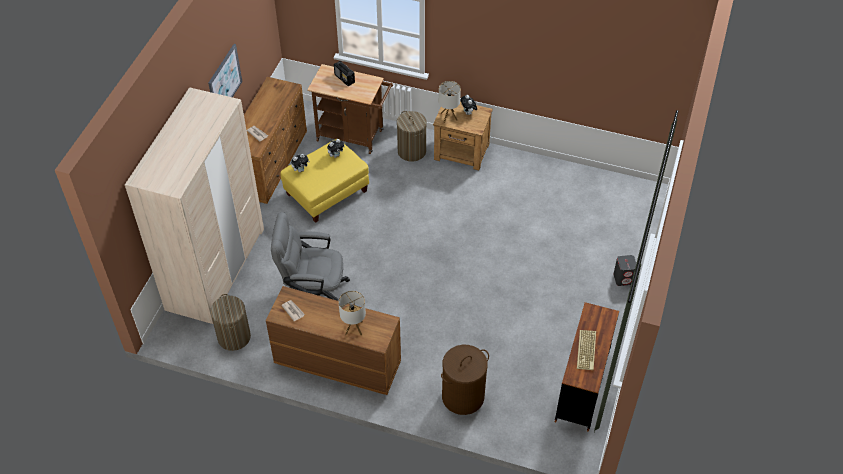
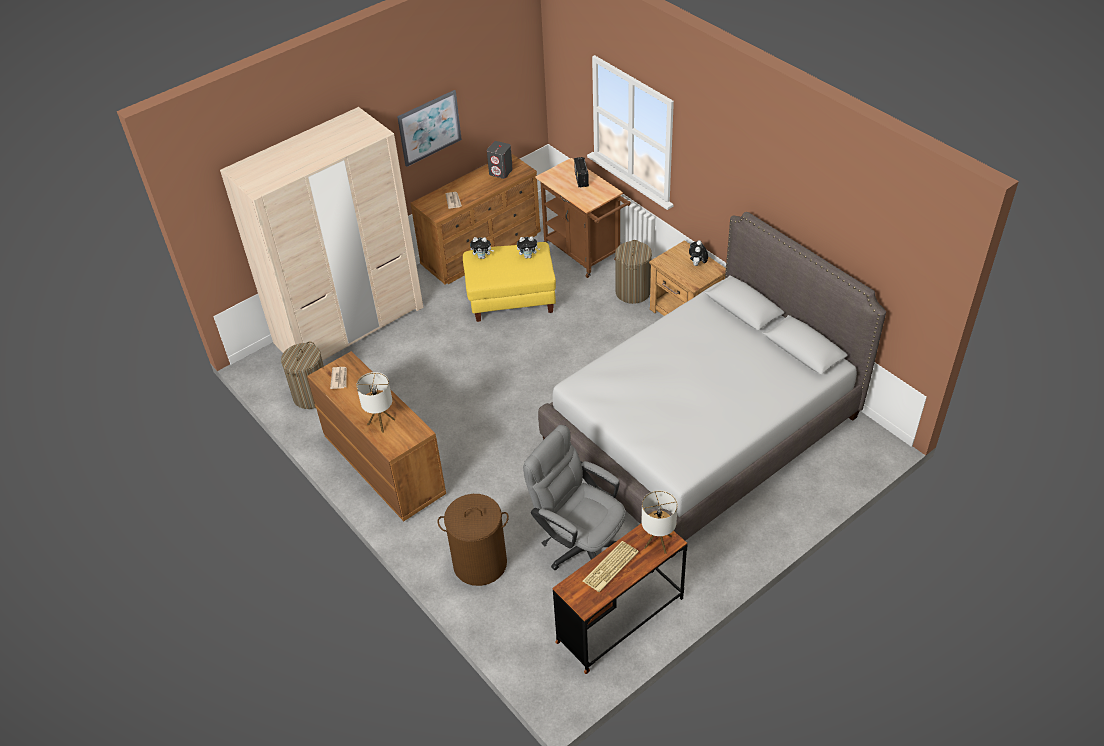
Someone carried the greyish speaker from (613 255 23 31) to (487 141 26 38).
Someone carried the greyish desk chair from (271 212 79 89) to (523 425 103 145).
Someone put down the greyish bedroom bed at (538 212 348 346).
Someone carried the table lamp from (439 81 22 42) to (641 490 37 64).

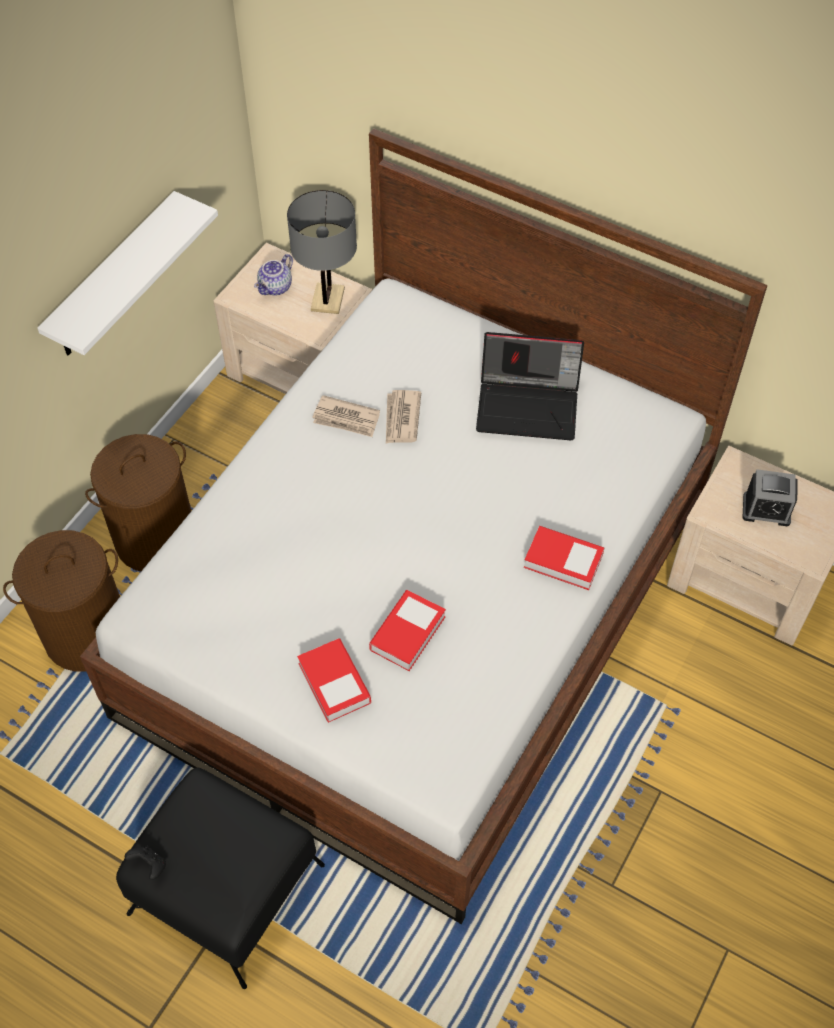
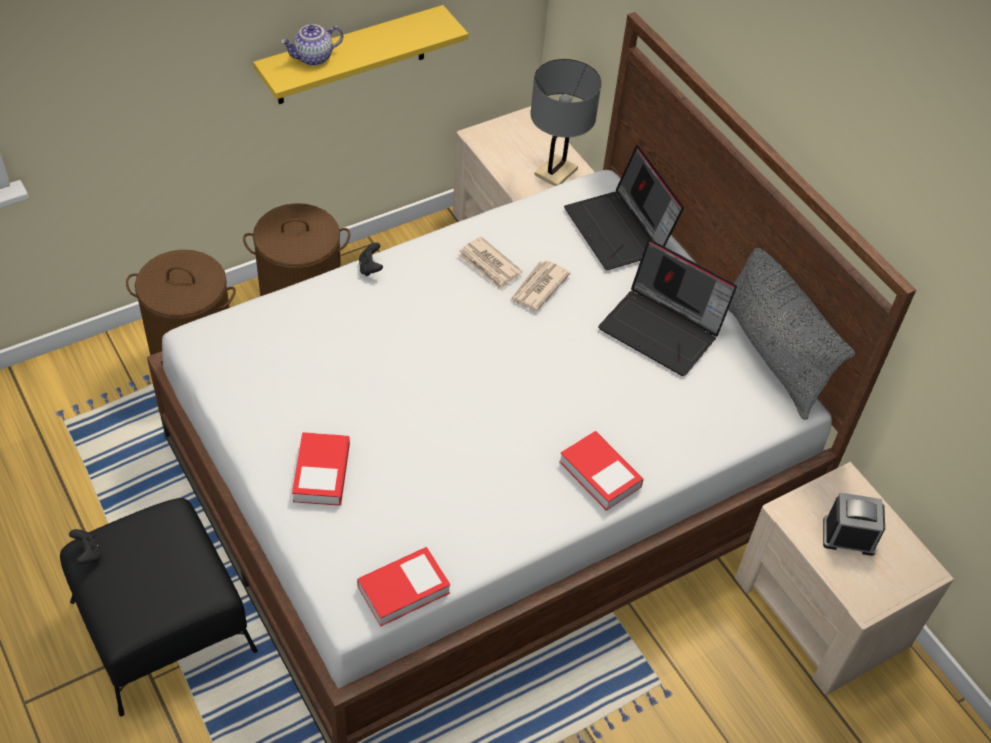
Someone repainted the white shelf at (37 191 181 164), which became the yellow-coloured shelf at (253 5 215 99).
Someone carried the tea pot from (254 254 39 42) to (281 24 62 42).
Someone carried the volume from (369 590 77 81) to (357 547 94 79).
Someone put down the black joypad at (359 242 24 34).
Someone put down the notebook computer at (564 145 120 125).
Someone put down the greyish cushion at (728 248 127 172).
Someone rotated the bedside clock at (743 469 55 57) by 150 degrees clockwise.

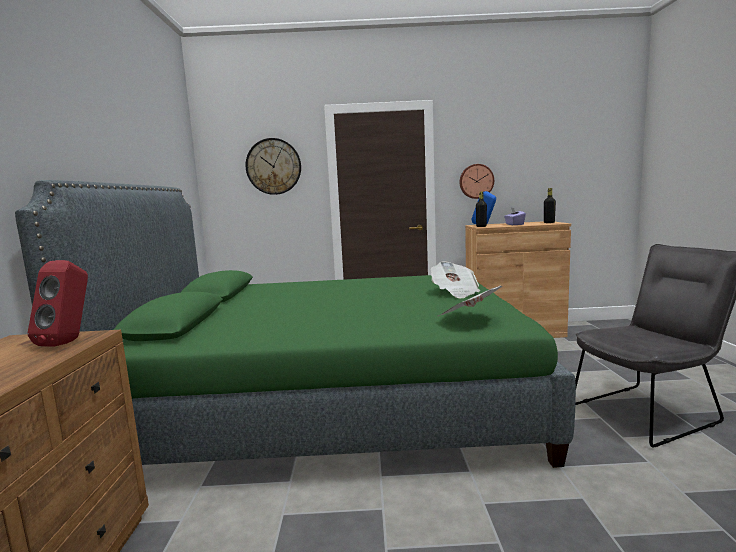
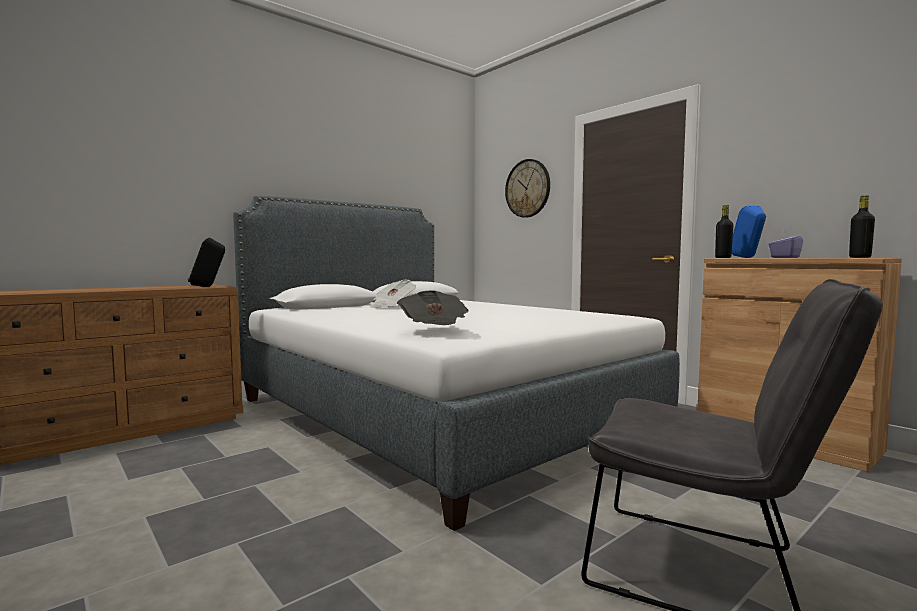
Someone repainted the reddish speaker at (28 260 60 87), which became the black speaker at (188 238 37 49).
Someone repainted the green bedroom bed at (15 180 561 288), which became the white bedroom bed at (233 196 447 335).
Someone carried the daily paper from (431 261 49 37) to (370 280 46 28).
Someone took away the wall clock at (459 164 35 35).

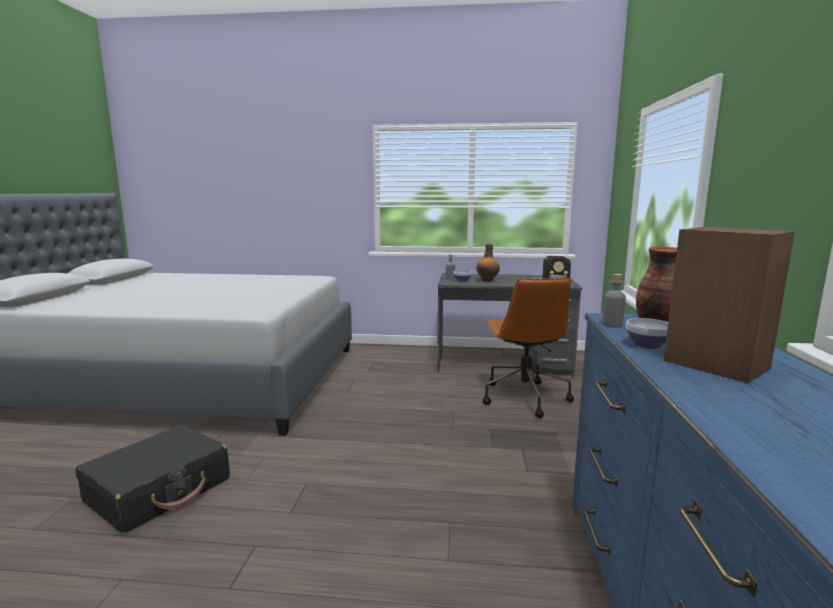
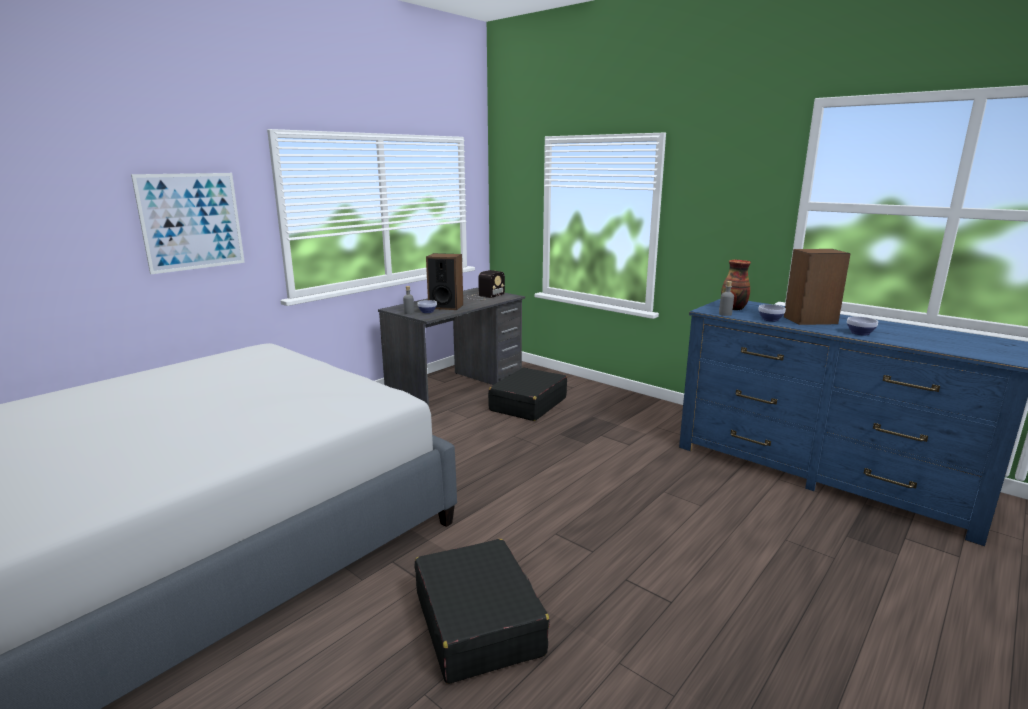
Someone put up the wall art at (131 173 114 101).
Someone swapped the drink bottle at (476 244 24 38) for the speaker at (426 253 37 57).
Someone swapped the brown desk chair at (483 278 91 140) for the black piece of luggage at (488 367 79 54).
Someone put down the bowl at (847 316 31 19).

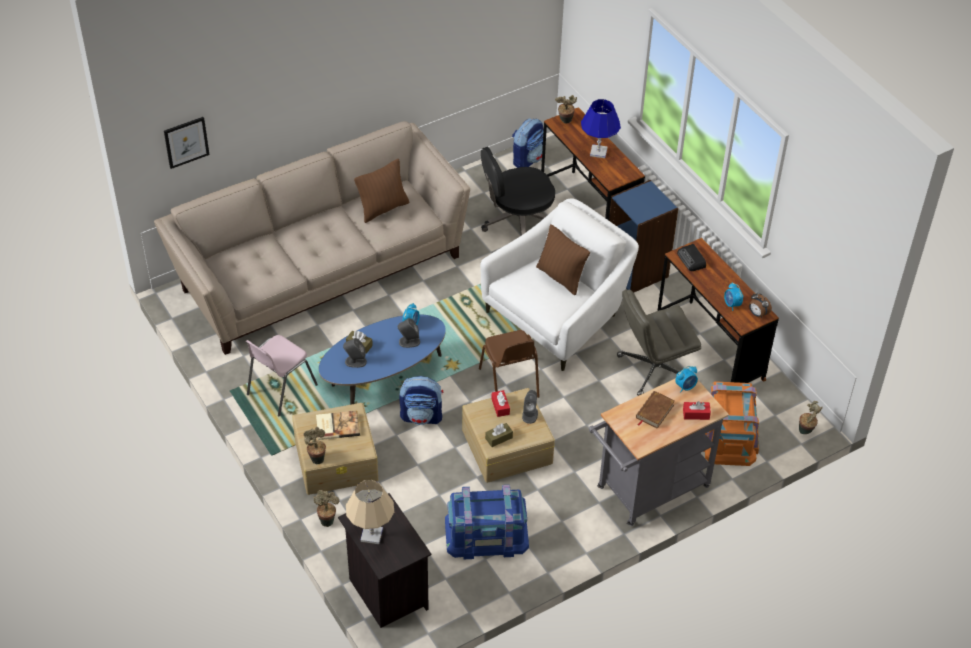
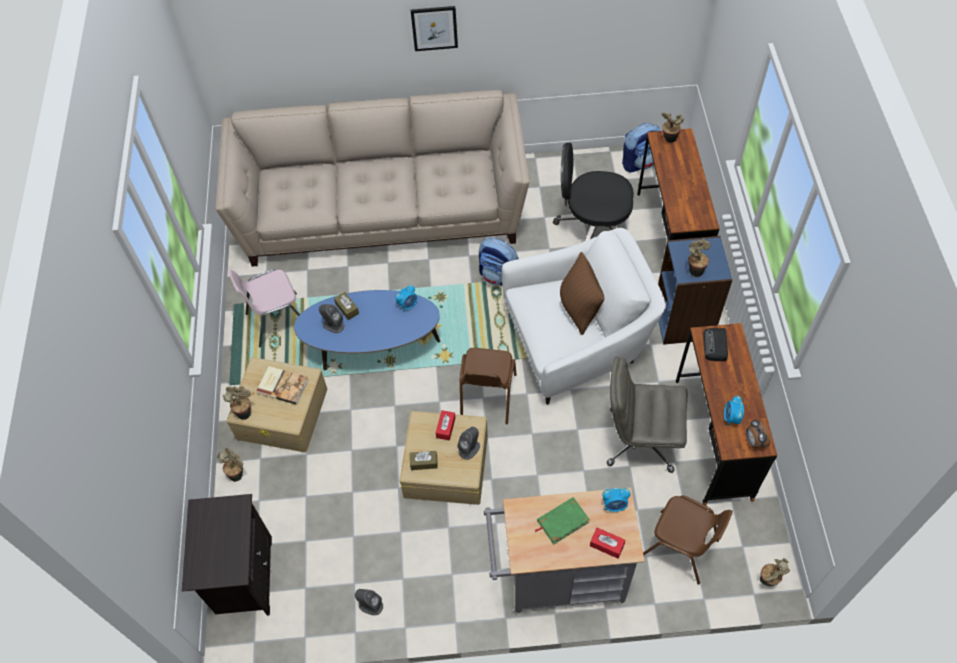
Someone carried the greyish speaker from (398 318 22 30) to (355 589 28 26).
Someone carried the wall art from (164 117 45 52) to (411 6 47 45).
Someone carried the knapsack from (399 376 44 49) to (479 238 40 48).
Someone repainted the brown volume at (636 391 39 38), which became the green volume at (534 497 56 48).
Someone swapped the orange storage container at (703 381 56 85) for the brown chair at (643 495 90 89).
Someone put down the plant in a pot at (688 238 23 39).
Someone took away the beige-coloured table lamp at (346 480 48 64).
Someone took away the brown cushion at (354 159 55 64).
Someone took away the blue storage container at (445 485 84 74).
Someone took away the blue table lamp at (581 99 40 59).

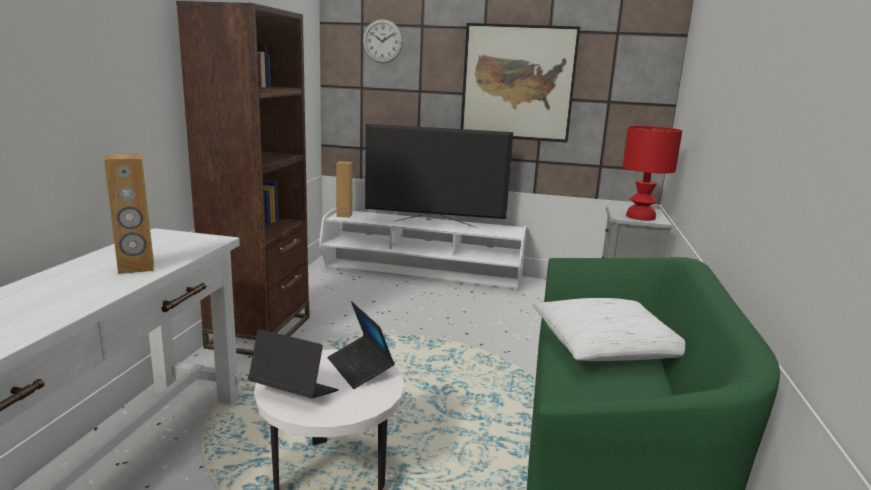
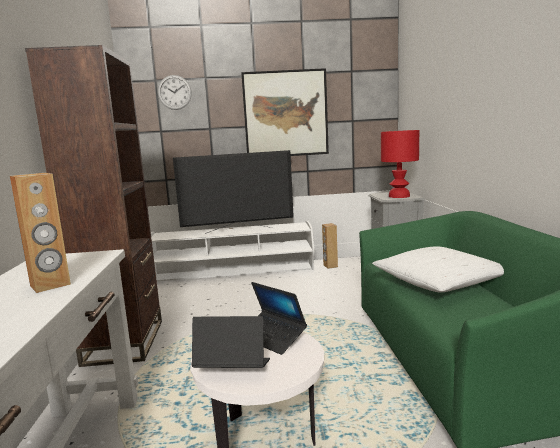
Someone carried the brown speaker from (336 161 17 56) to (322 223 16 46).

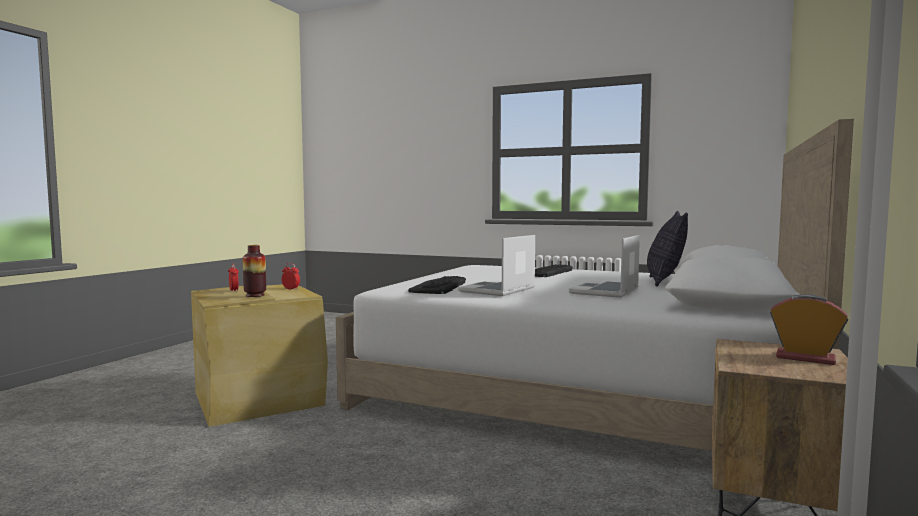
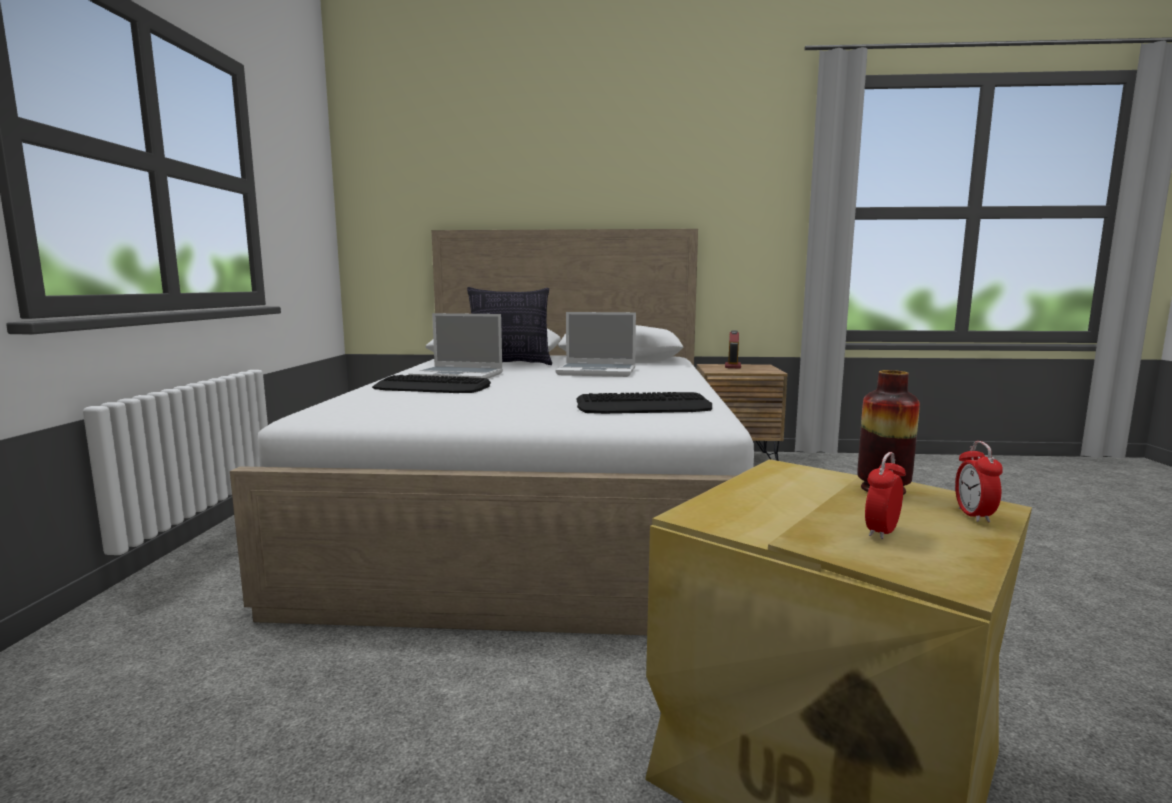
Someone carried the notebook computer from (458 235 77 61) to (408 313 95 66).
Someone carried the bedside clock from (282 263 18 27) to (955 441 48 81).

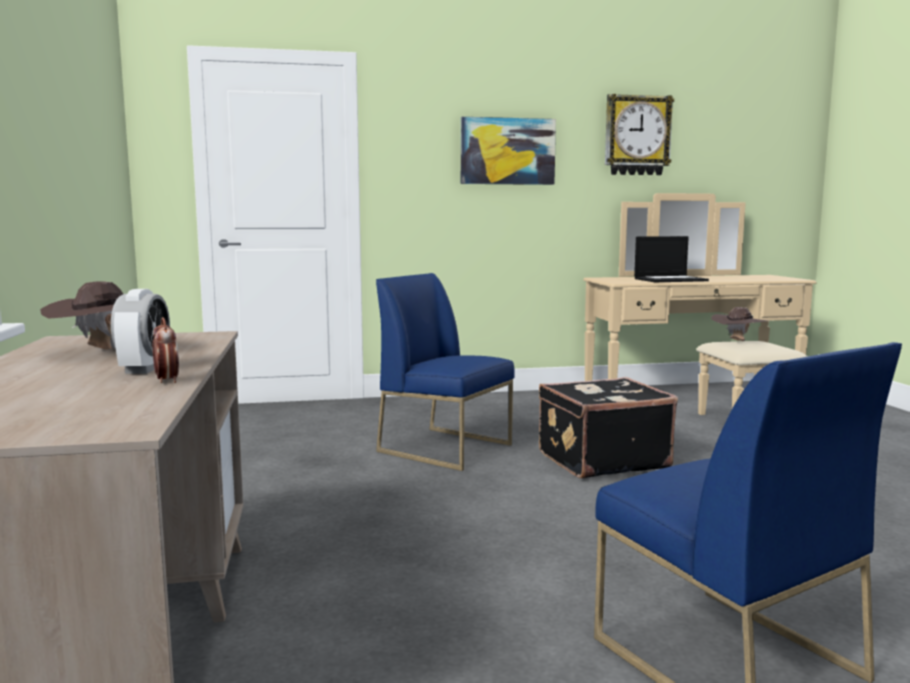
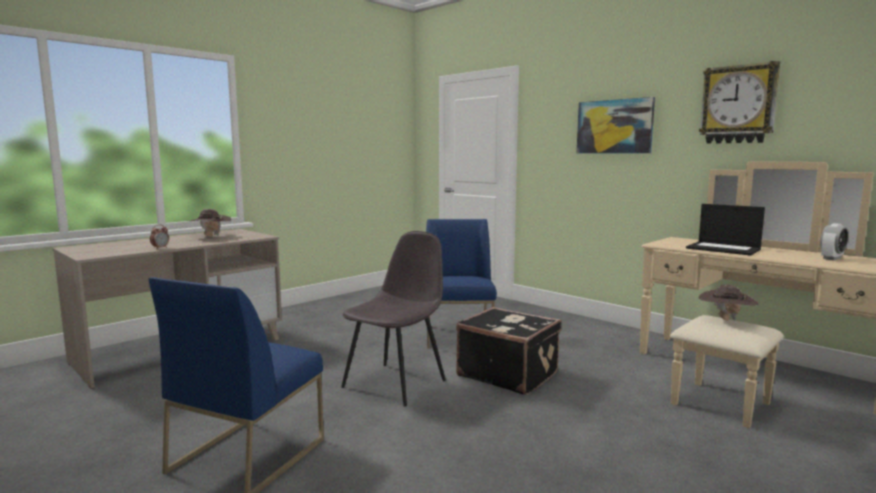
Someone put down the greyish chair at (341 231 105 176).
Someone carried the bedside clock from (111 289 59 85) to (820 223 28 37).

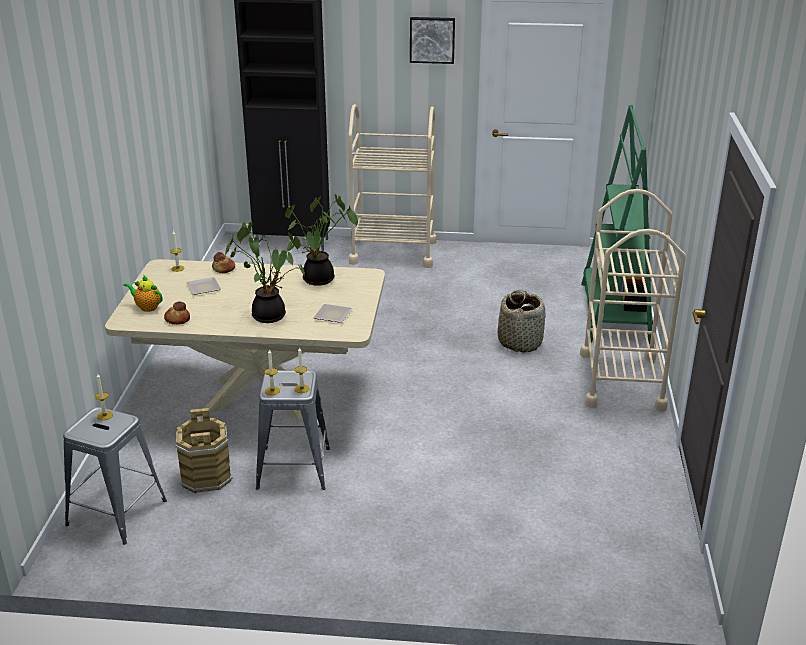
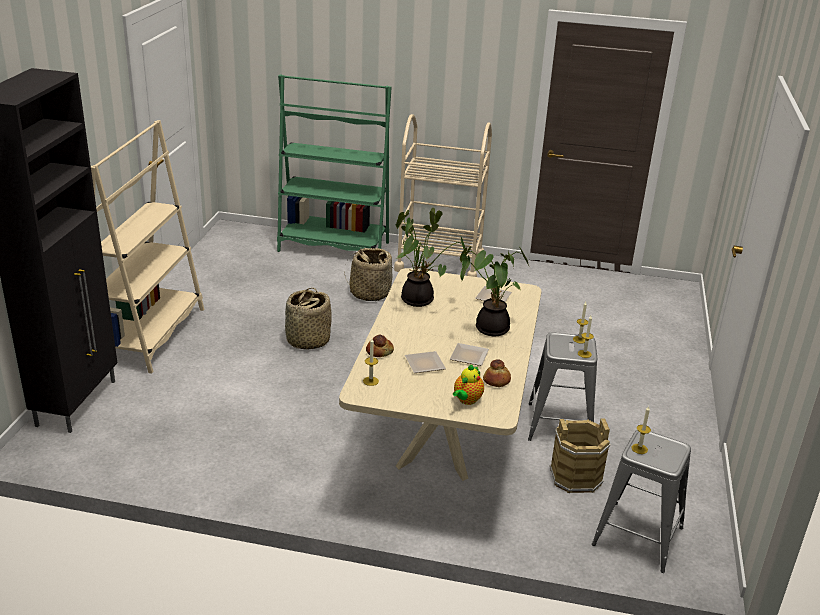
Someone swapped the beige-coloured trolley at (348 104 89 164) for the beige-coloured bookshelf at (91 120 113 253).
Someone put down the household basket at (285 287 47 63).
Someone put down the flat dish at (450 343 39 23).
Someone took away the wall art at (410 17 45 47).

